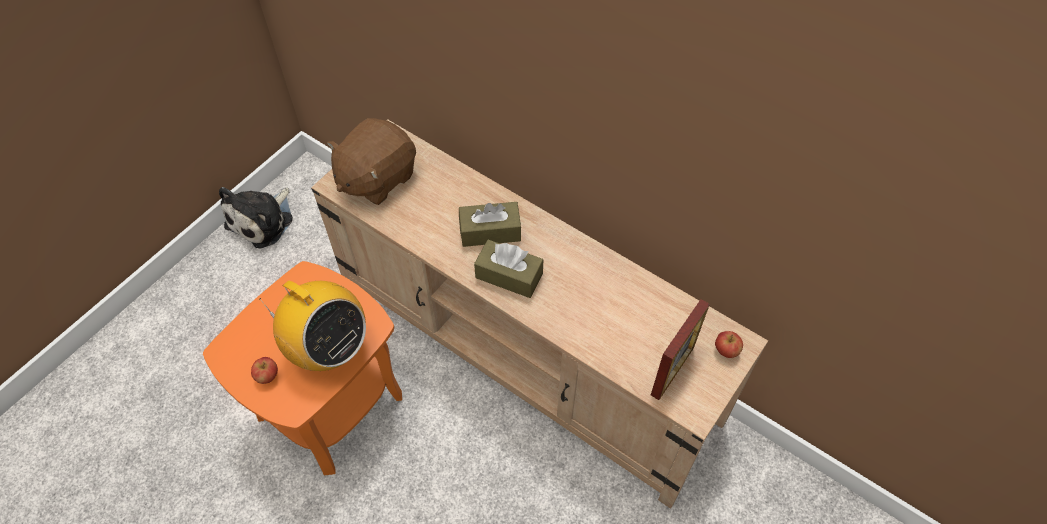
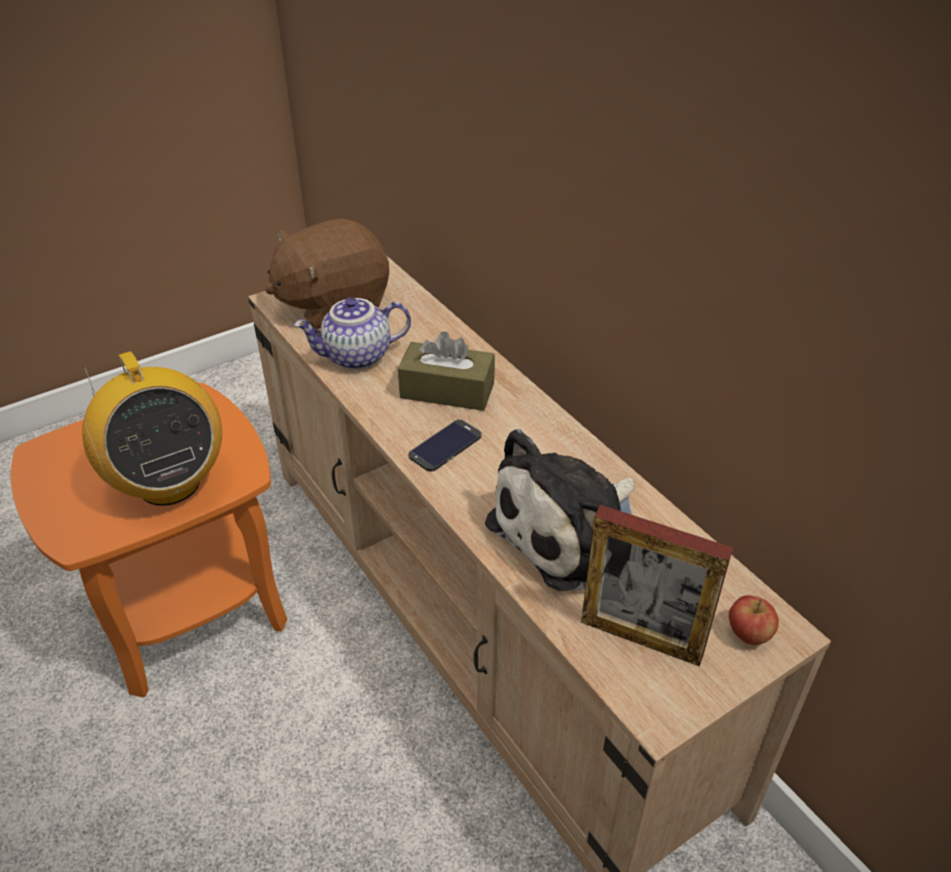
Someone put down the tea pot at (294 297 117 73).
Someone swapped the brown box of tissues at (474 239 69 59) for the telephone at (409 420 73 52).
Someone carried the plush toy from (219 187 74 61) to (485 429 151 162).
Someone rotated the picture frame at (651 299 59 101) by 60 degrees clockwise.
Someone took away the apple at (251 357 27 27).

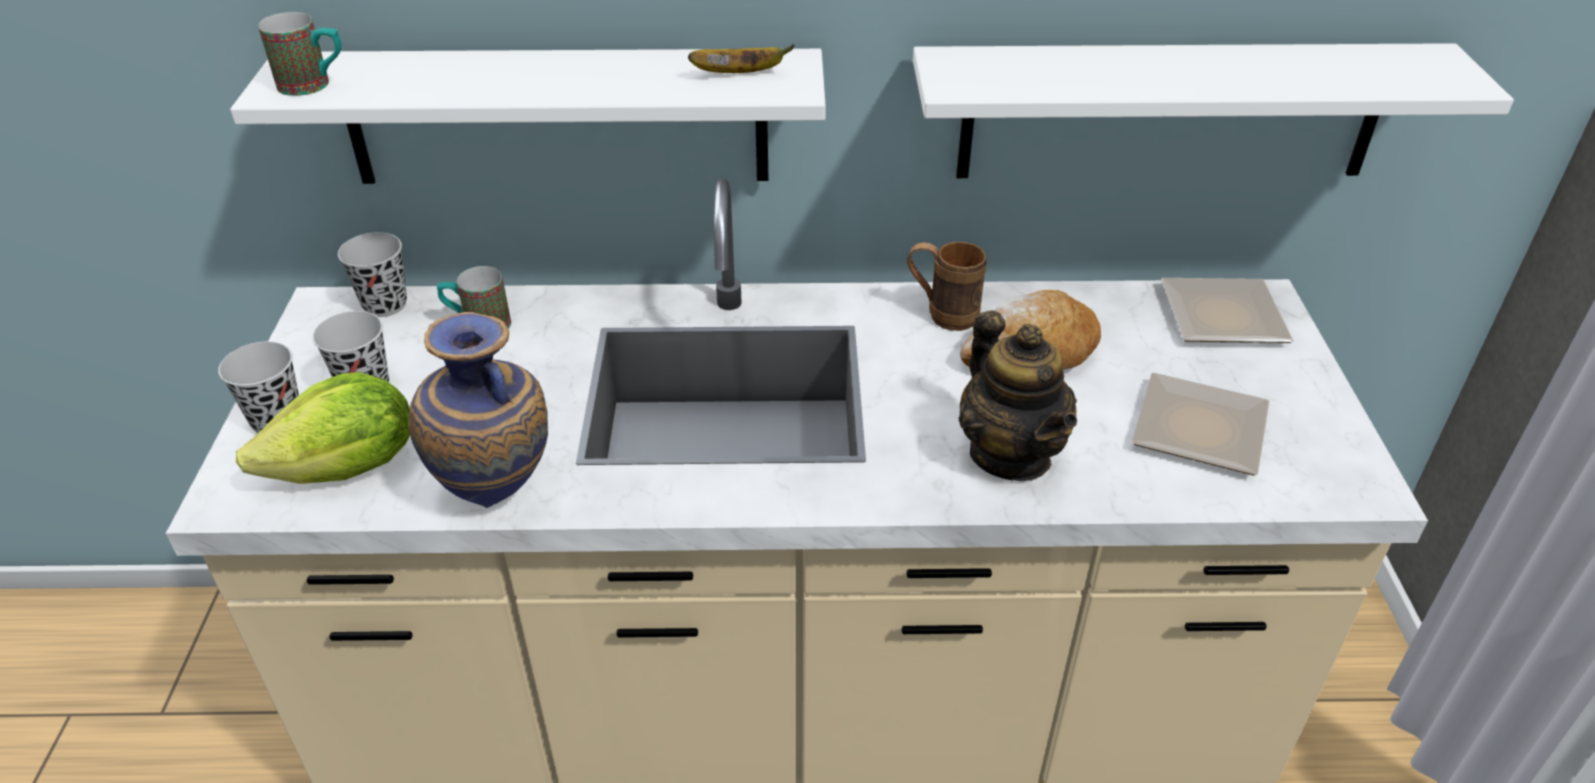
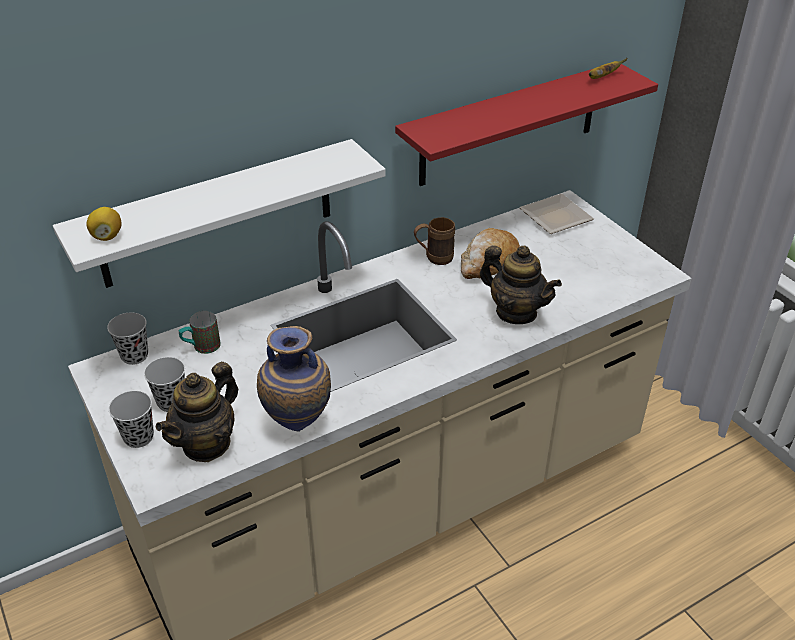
Someone swapped the coffee mug at (258 12 83 84) for the lemon at (86 207 36 34).
Someone swapped the head of lettuce at (236 372 174 112) for the tea pot at (155 362 83 100).
Someone repainted the white shelf at (913 43 601 135), which became the reddish shelf at (395 64 263 122).
Someone carried the banana fruit from (688 44 106 29) to (589 58 39 21).
Someone took away the flat dish at (1132 372 137 104).

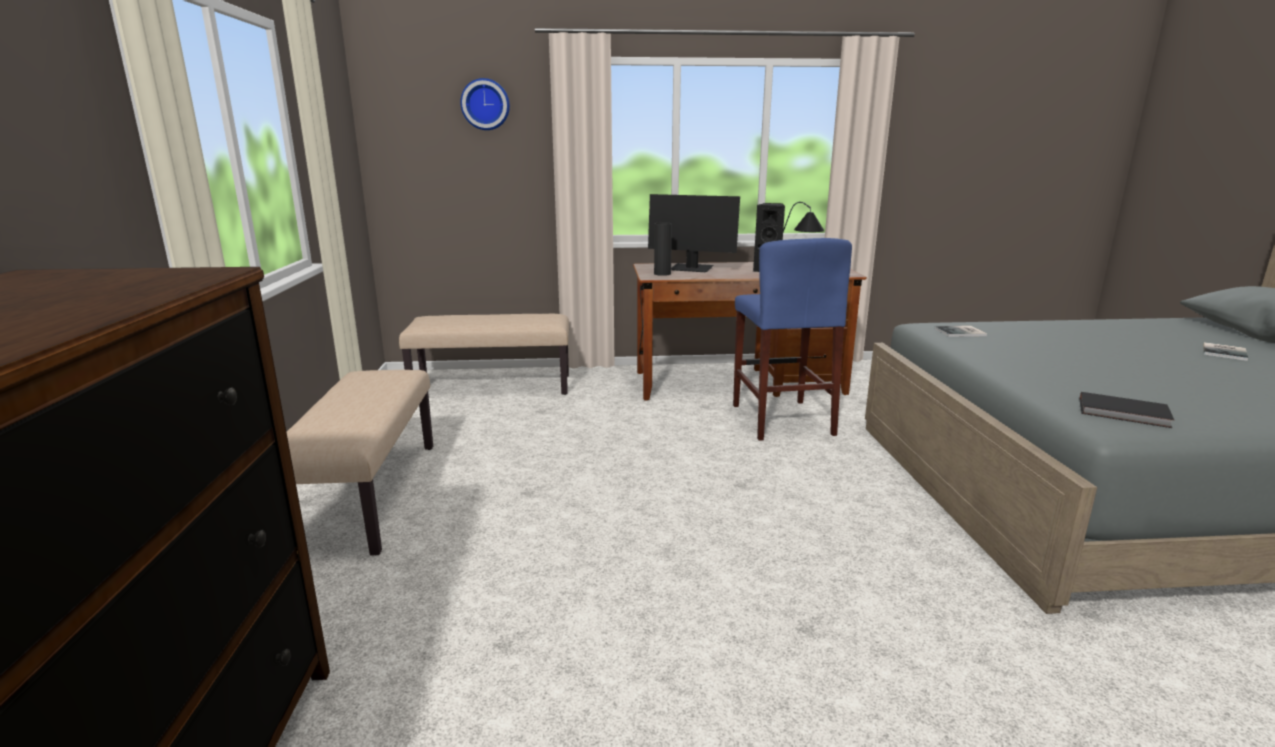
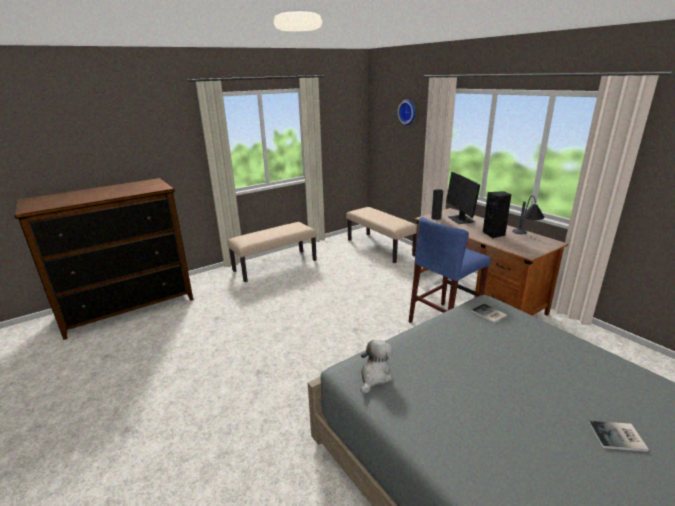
Someone swapped the black volume at (1080 392 94 36) for the plush toy at (360 340 32 54).

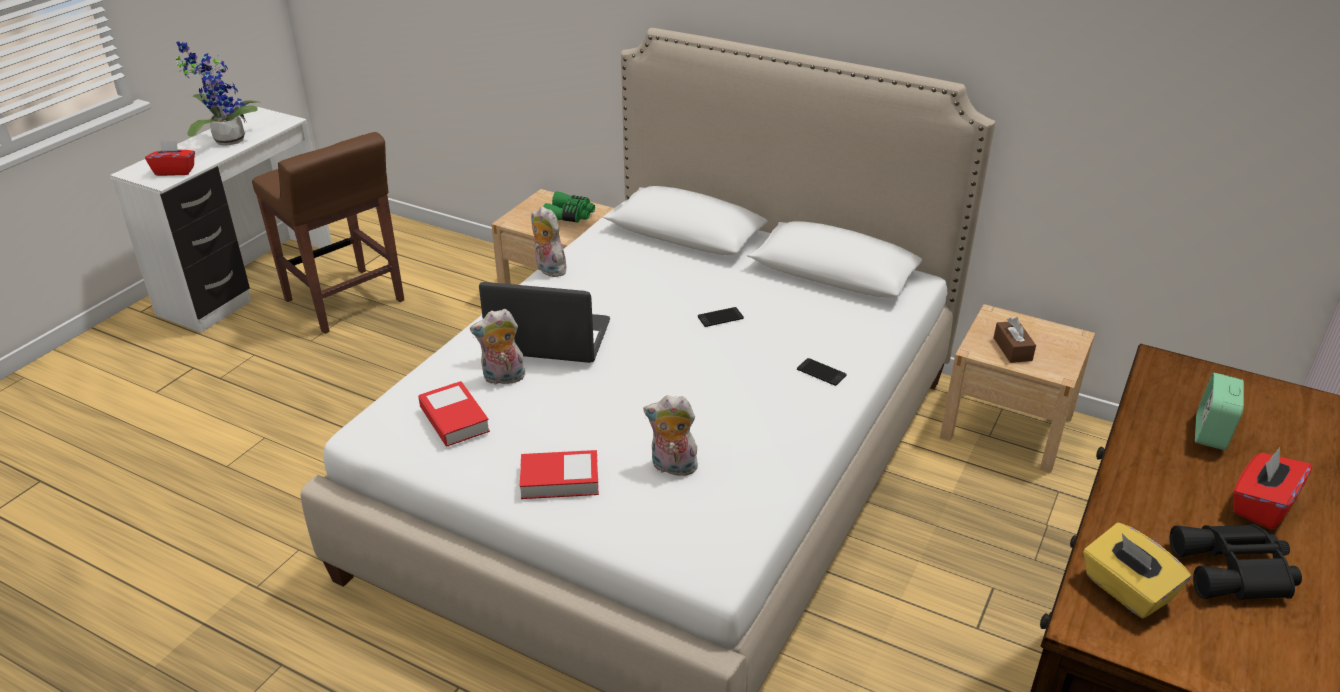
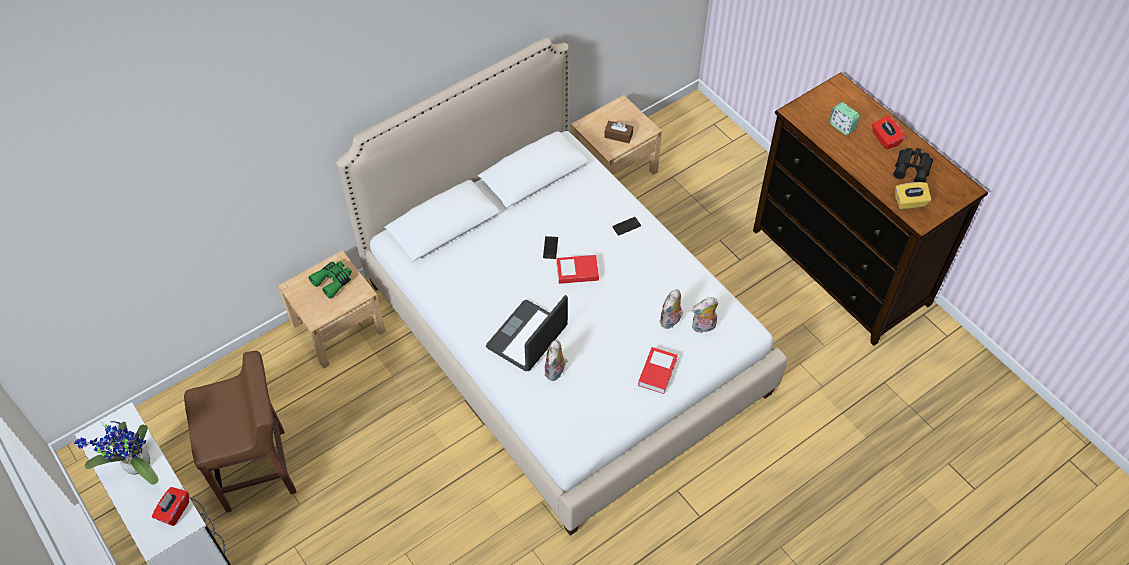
Someone carried the volume from (418 381 72 65) to (556 255 43 29).
Someone carried the plush toy from (531 206 36 71) to (692 297 26 36).

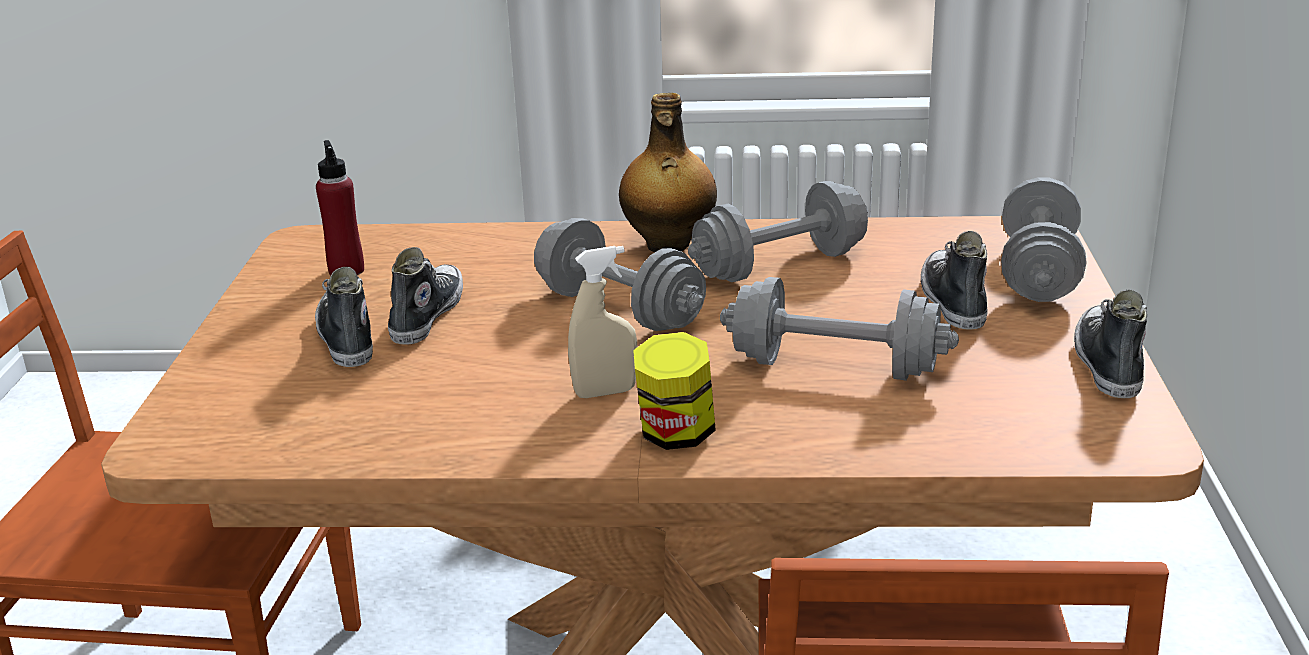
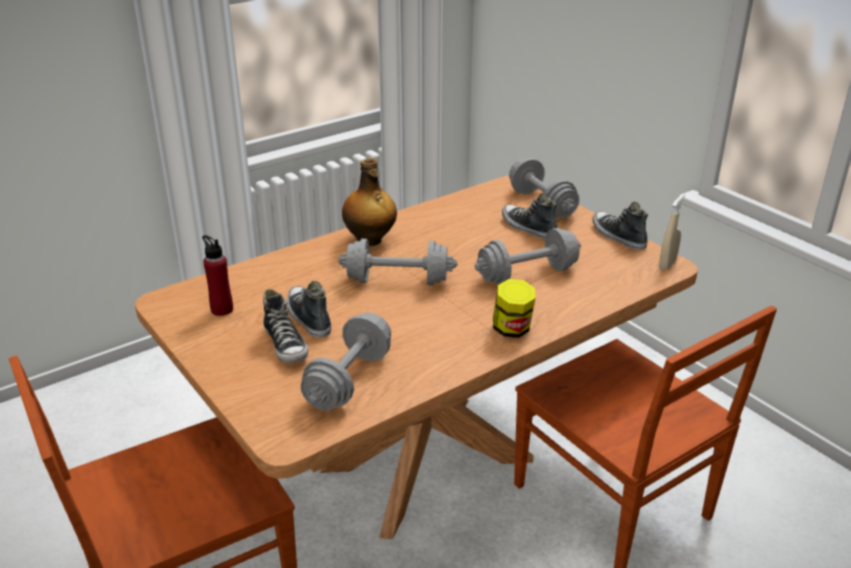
Someone rotated the shoe at (315 267 58 100) by 150 degrees counterclockwise.
Someone carried the greyish free weight from (688 181 180 101) to (301 313 90 98).
Someone carried the beige-coloured spray bottle from (568 246 69 152) to (659 194 26 76).

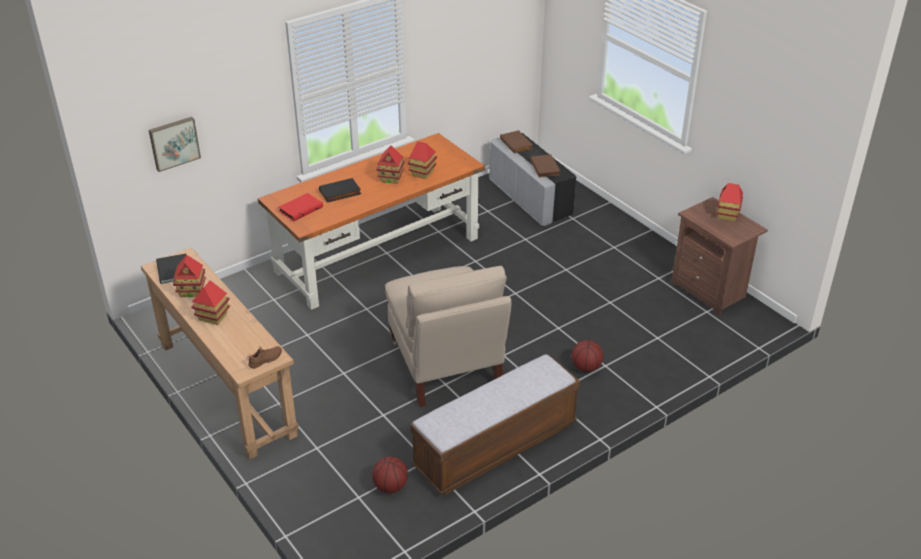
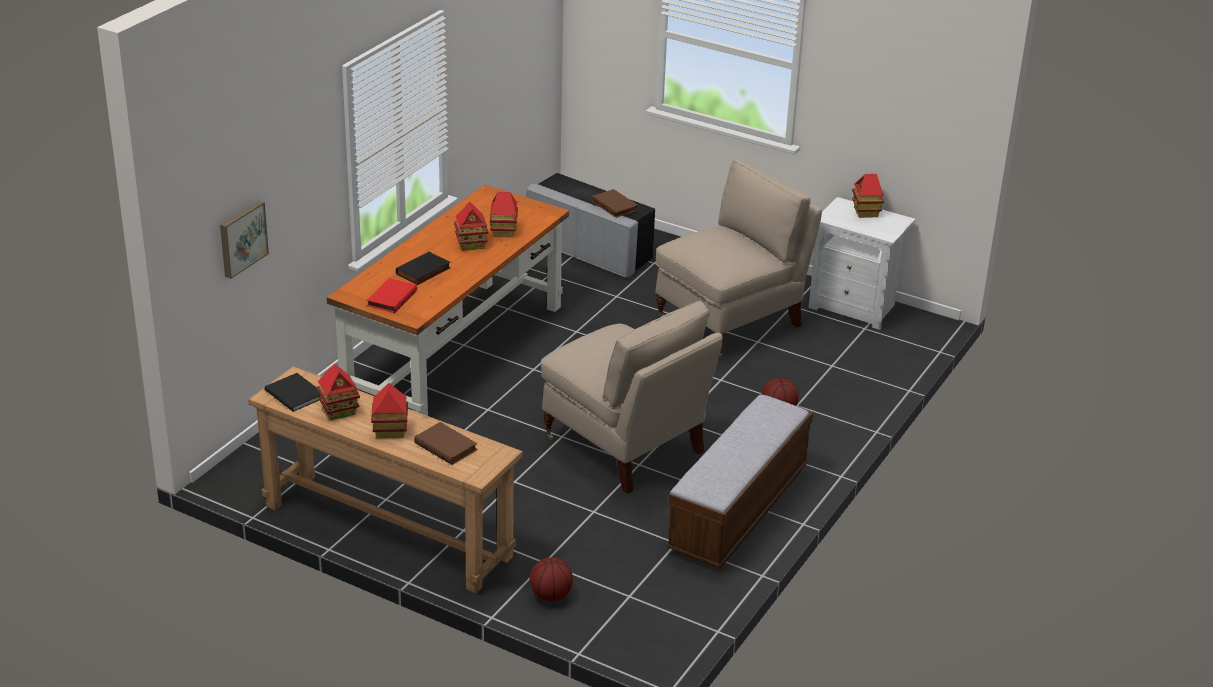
Someone carried the brown volume from (500 130 33 24) to (414 422 63 43).
Someone carried the basketball from (372 457 36 36) to (530 558 43 43).
Someone put down the beige-coloured chair at (655 160 167 198).
Someone repainted the brown night table at (671 197 97 119), which became the white night table at (808 197 108 133).
Someone took away the brown shoe at (247 346 35 22).

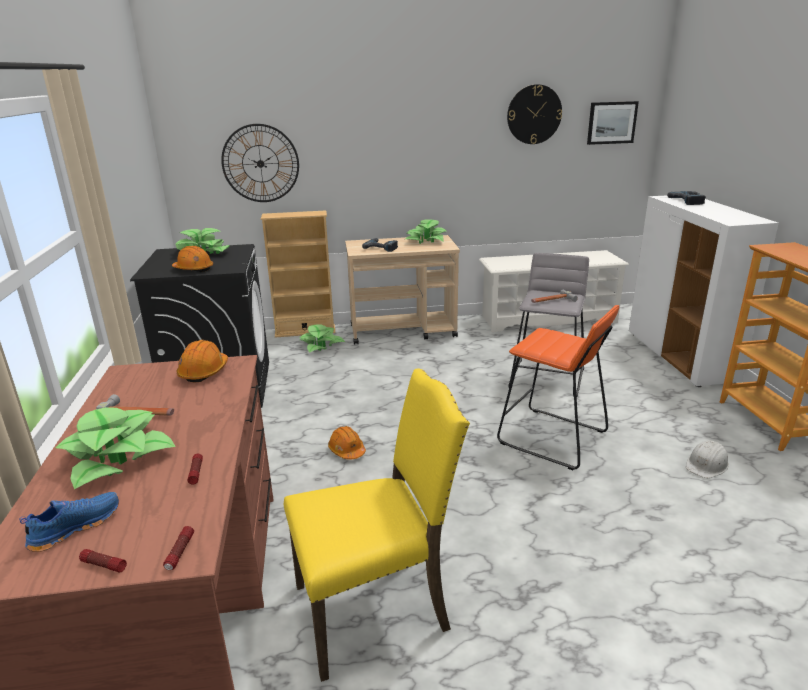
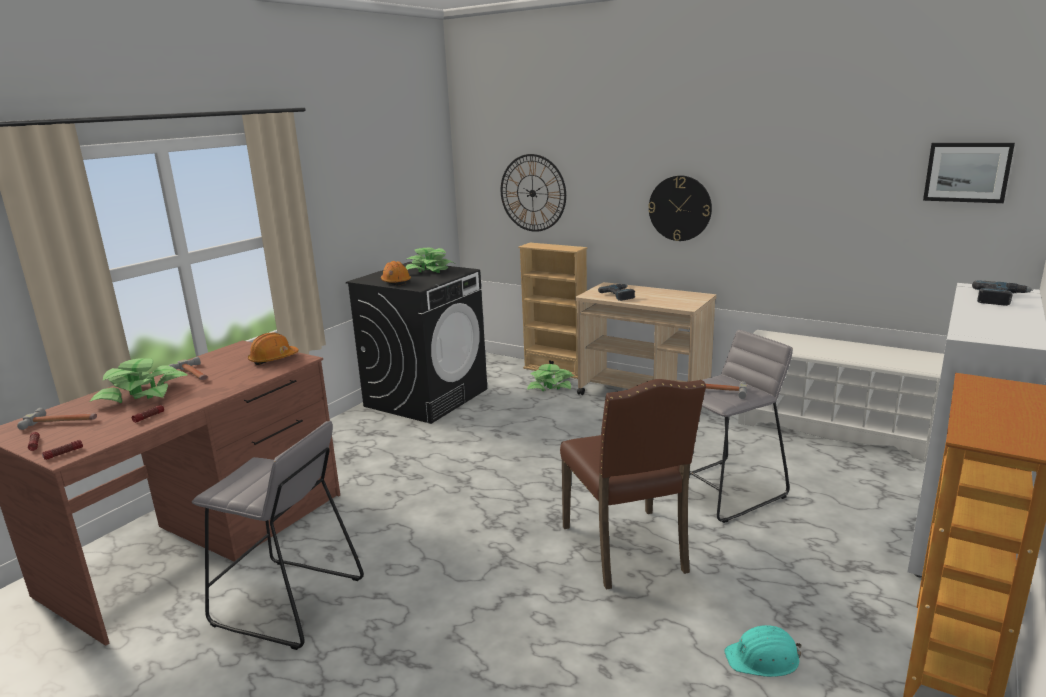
Someone swapped the blue shoe at (19 492 100 60) for the tool hammer at (17 408 80 22).
Someone swapped the yellow-coloured chair at (284 368 186 314) for the greyish stool seat at (192 421 172 229).
Someone swapped the orange stool seat at (497 305 122 165) for the brown chair at (560 379 146 211).
Someone carried the wall clock from (507 84 55 60) to (648 176 64 65).
Someone repainted the white work helmet at (686 440 43 38), which became the blue-green work helmet at (724 625 77 52).
Someone took away the orange work helmet at (328 426 38 34).
Someone took away the plant in a pot at (405 219 41 25).

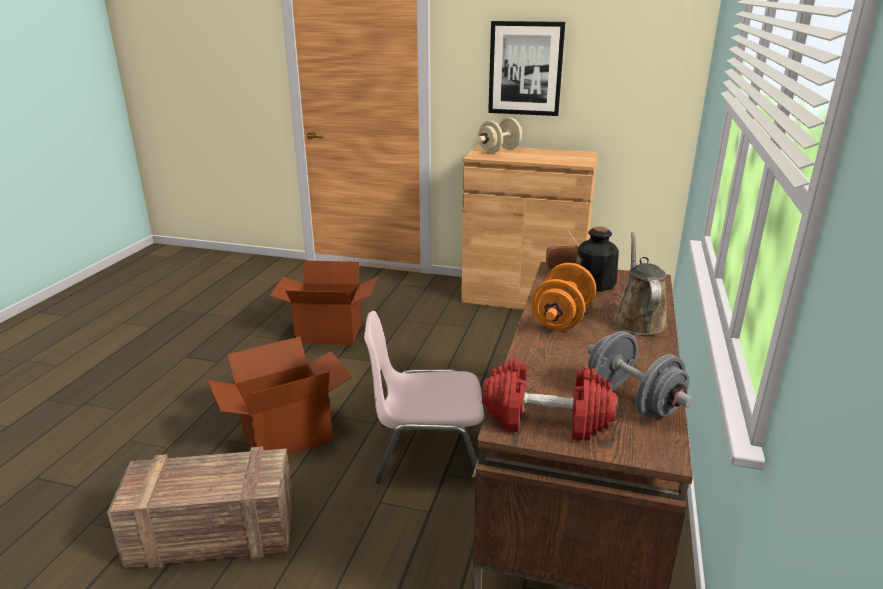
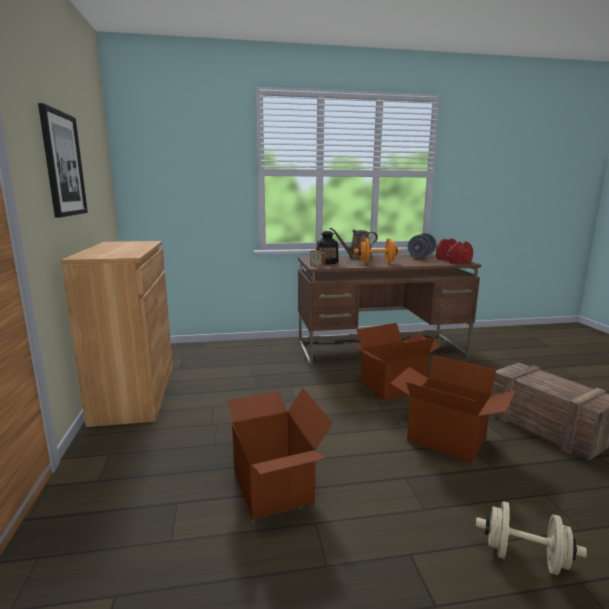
Someone swapped the pinkish chair at (364 311 120 173) for the packing box at (349 323 94 78).
Someone carried the beige-coloured free weight from (478 117 44 36) to (476 501 111 74).

